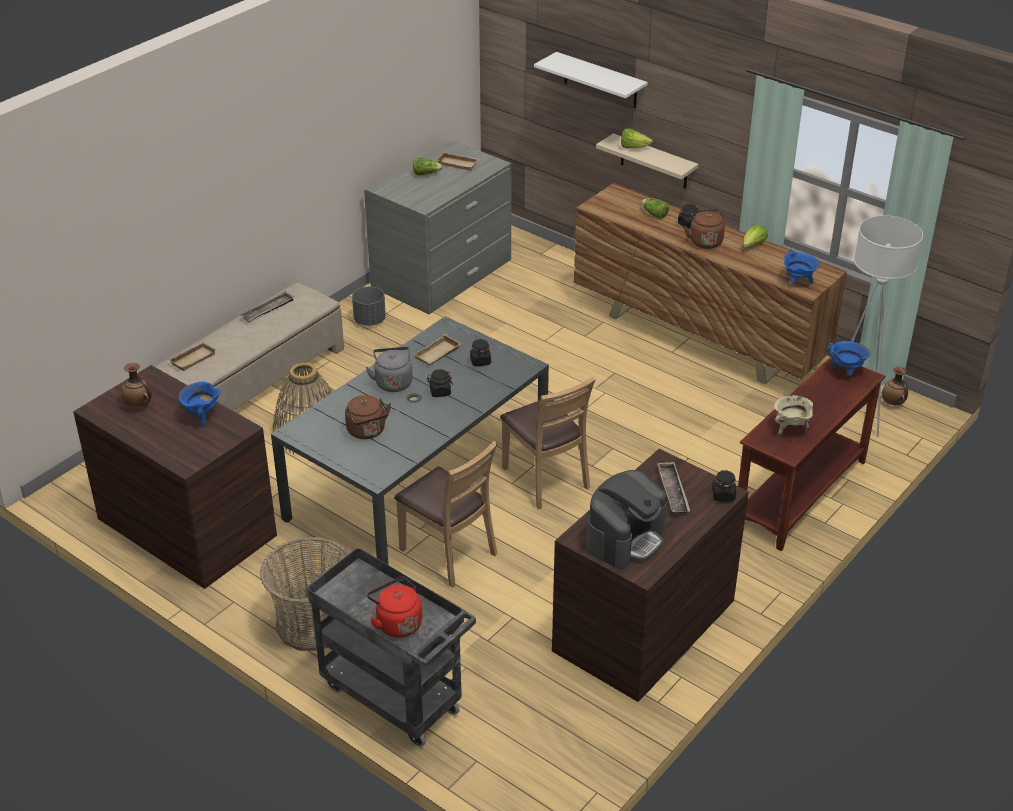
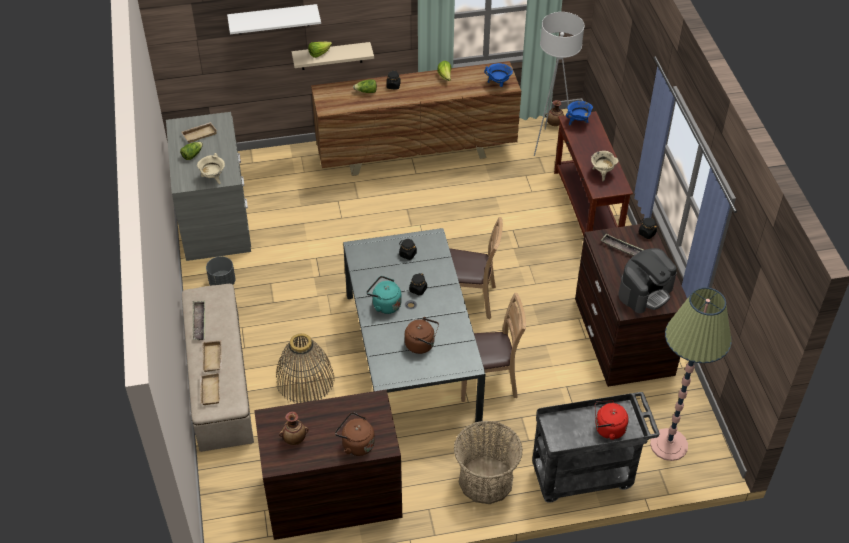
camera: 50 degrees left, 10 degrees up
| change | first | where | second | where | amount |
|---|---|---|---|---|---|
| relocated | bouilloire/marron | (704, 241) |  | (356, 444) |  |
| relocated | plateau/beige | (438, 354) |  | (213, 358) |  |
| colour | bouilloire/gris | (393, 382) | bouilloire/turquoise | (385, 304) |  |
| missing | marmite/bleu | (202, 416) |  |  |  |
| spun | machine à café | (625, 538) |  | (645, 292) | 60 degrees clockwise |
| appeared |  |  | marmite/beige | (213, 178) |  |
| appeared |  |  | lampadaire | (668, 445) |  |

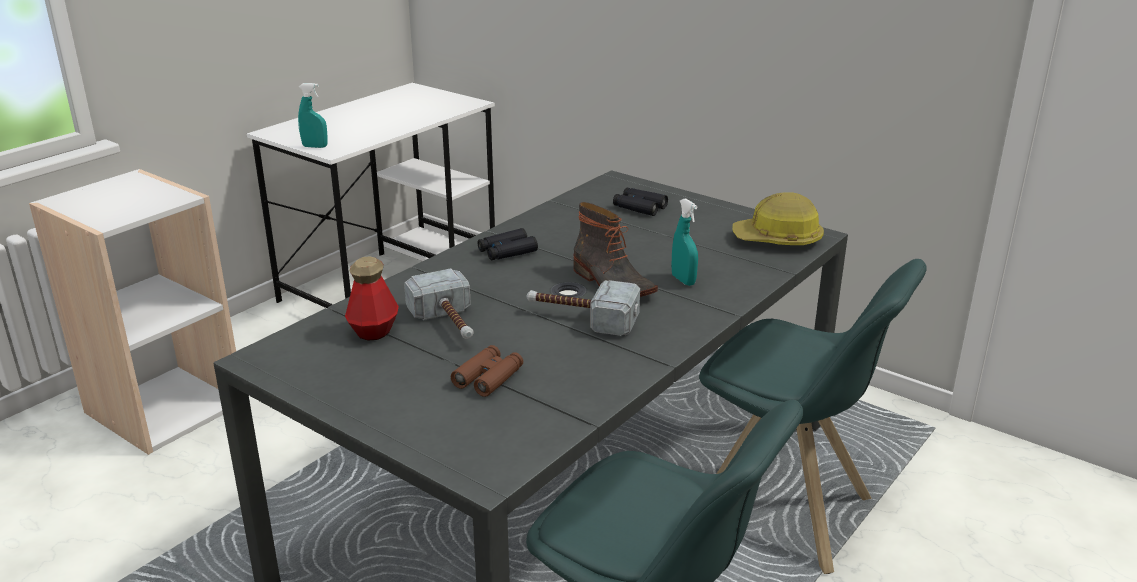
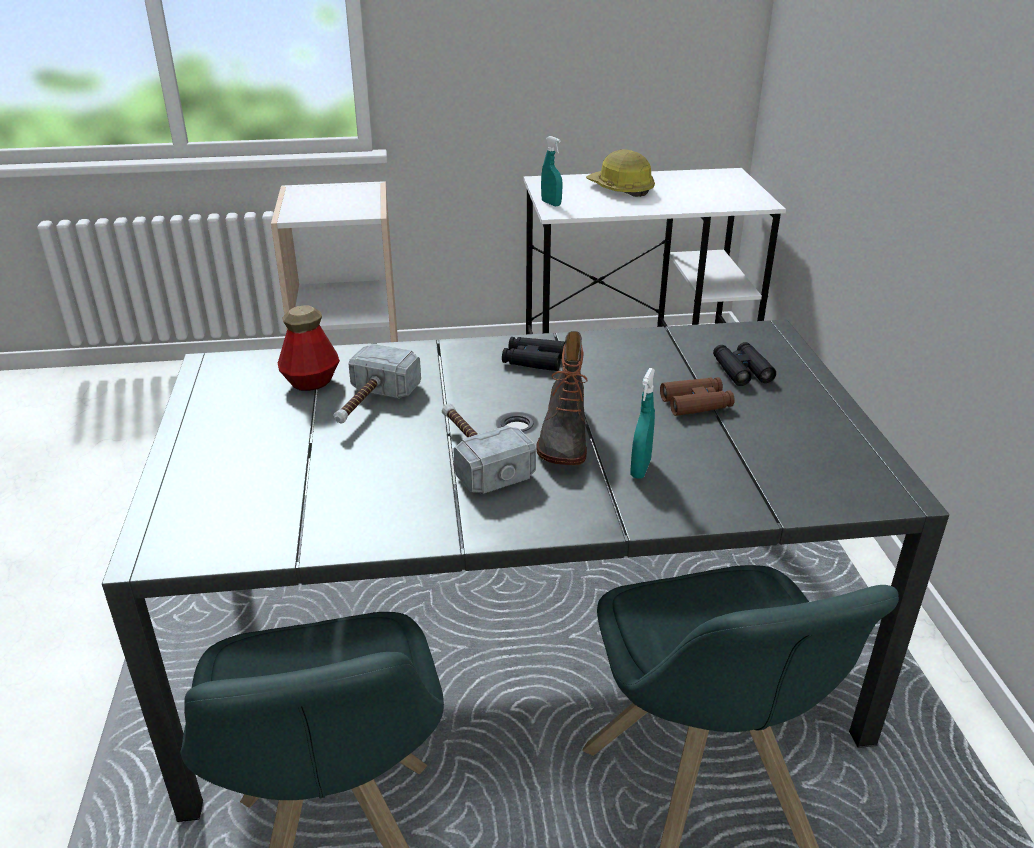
camera: 45 degrees right, 5 degrees up
| change | first | where | second | where | amount |
|---|---|---|---|---|---|
| relocated | casque de chantier | (778, 239) |  | (620, 189) |  |
| relocated | jumelles/marron | (488, 377) |  | (696, 403) |  |

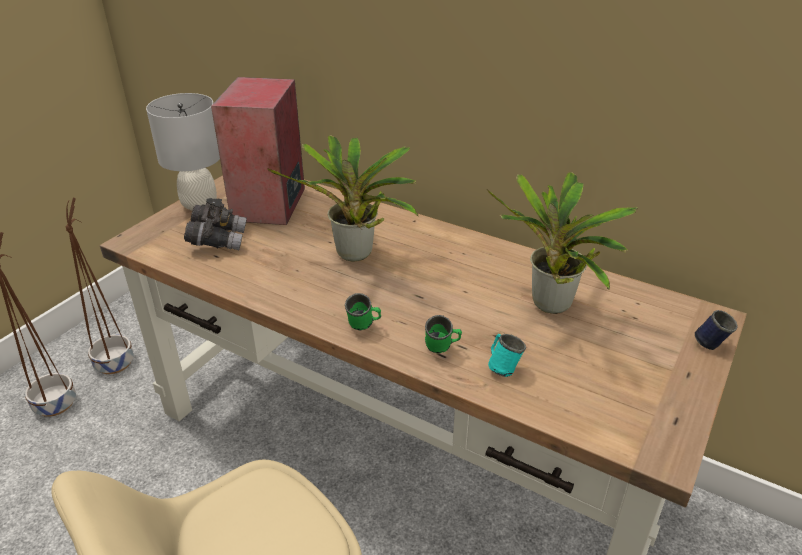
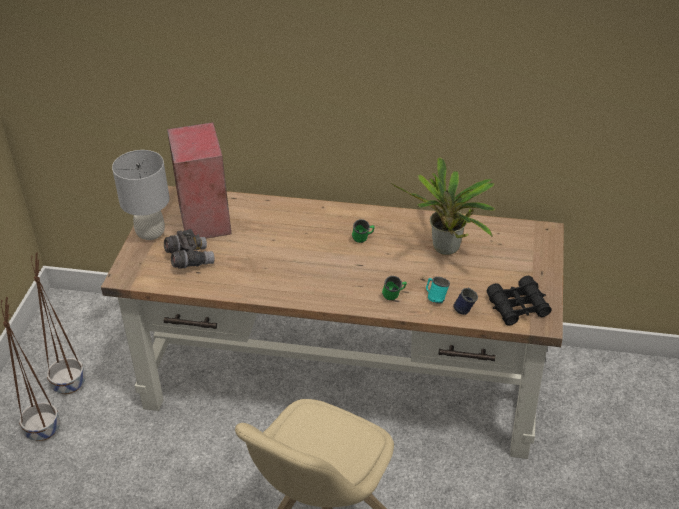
camera: 20 degrees left, 5 degrees up
| change | first | where | second | where | amount |
|---|---|---|---|---|---|
| missing | plante en pot | (356, 256) |  |  |  |
| relocated | mug/vert | (364, 327) |  | (363, 240) |  |
| relocated | mug/bleu | (711, 342) |  | (465, 308) |  |
| appeared |  |  | jumelles/noir | (518, 307) |  |

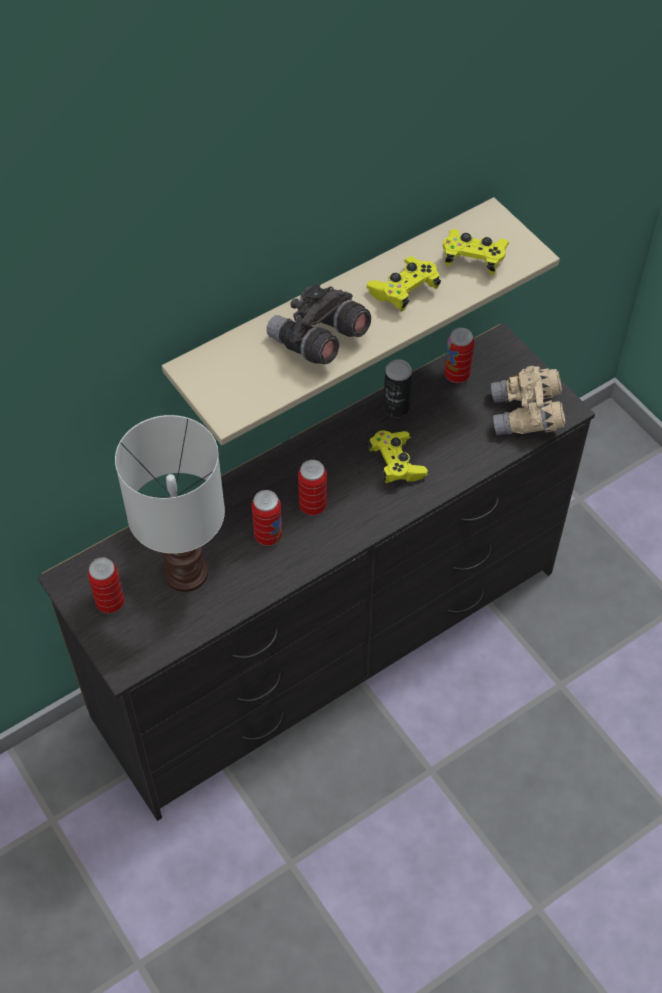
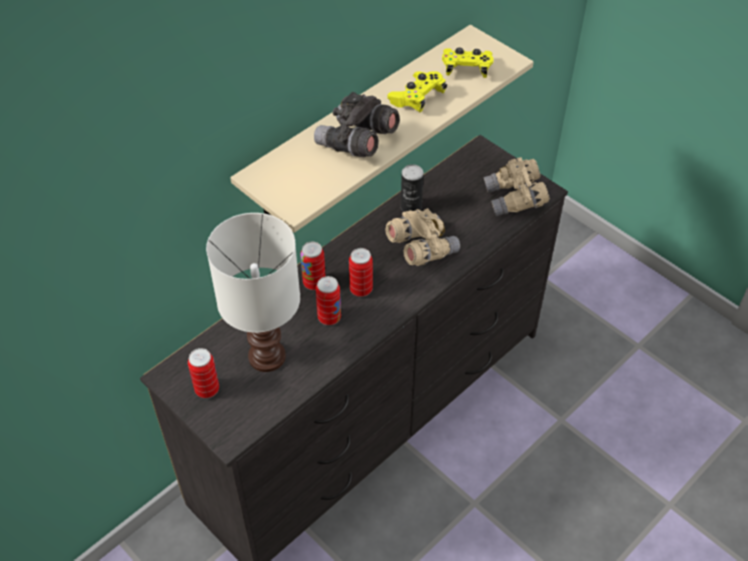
camera: 10 degrees left, 5 degrees down
| change | first | where | second | where | amount |
|---|---|---|---|---|---|
| relocated | boîte métallique | (457, 375) |  | (314, 283) |  |
| exchanged | manette/jaune | (396, 464) | jumelles/beige | (421, 248) |  |

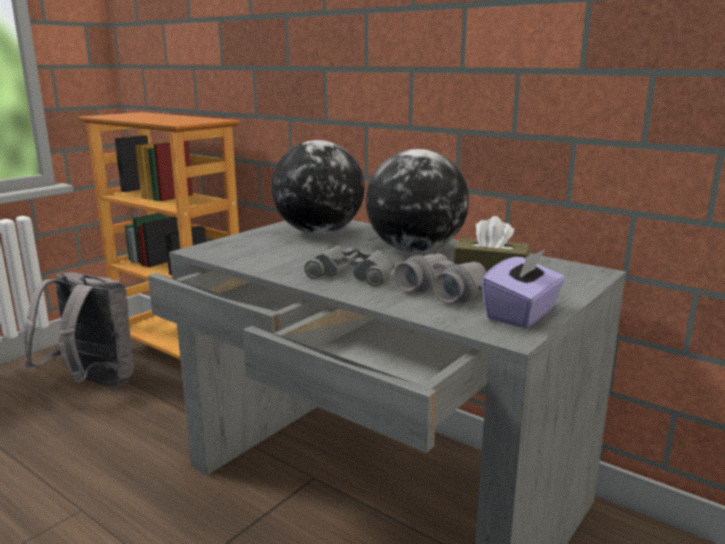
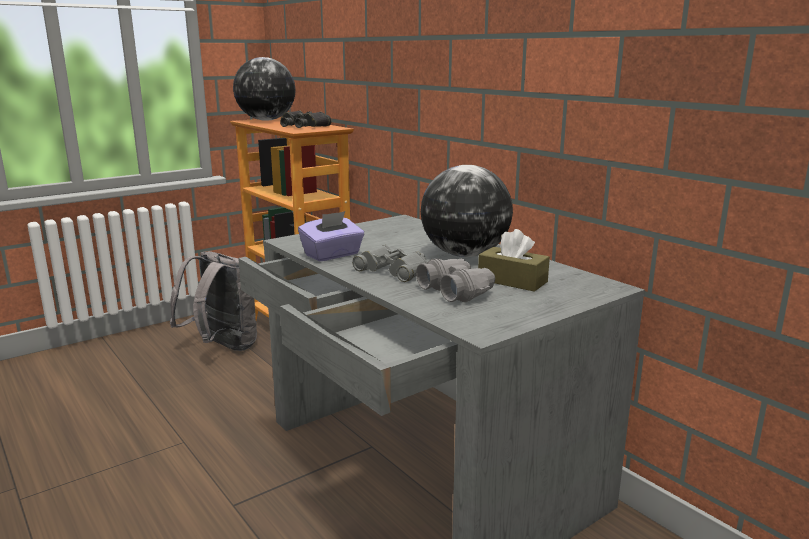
camera: 15 degrees right, 0 degrees up
| change | first | where | second | where | amount |
|---|---|---|---|---|---|
| relocated | globe | (319, 232) |  | (266, 120) |  |
| relocated | boîte à mouchoirs/violet | (522, 314) |  | (332, 255) |  |
| appeared |  |  | jumelles/noir | (303, 126) |  |

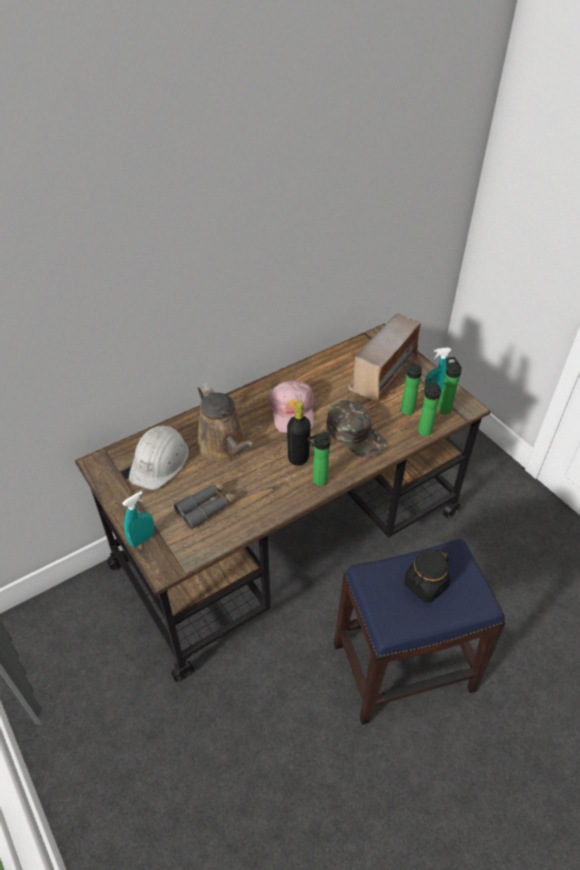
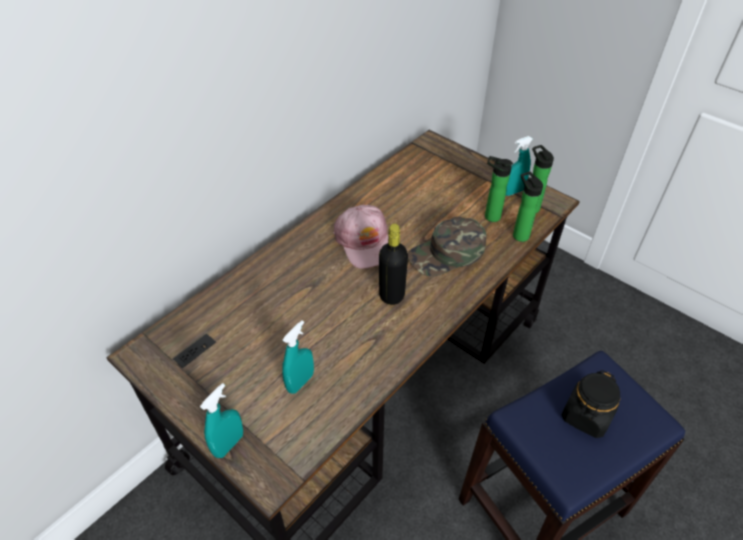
camera: 15 degrees left, 0 degrees up
| change | first | where | second | where | amount |
|---|---|---|---|---|---|
| missing | radio | (384, 374) |  |  |  |
| missing | arrosoir/marron | (224, 445) |  |  |  |
| spun | casquette/vert | (356, 434) |  | (447, 254) | 120 degrees clockwise |
| missing | casque de chantier/blanc | (160, 461) |  |  |  |
| missing | bouteille | (317, 481) |  |  |  |
| exchanged | jumelles/gris | (206, 508) | vaporisateur/turquoise | (300, 382) |  |

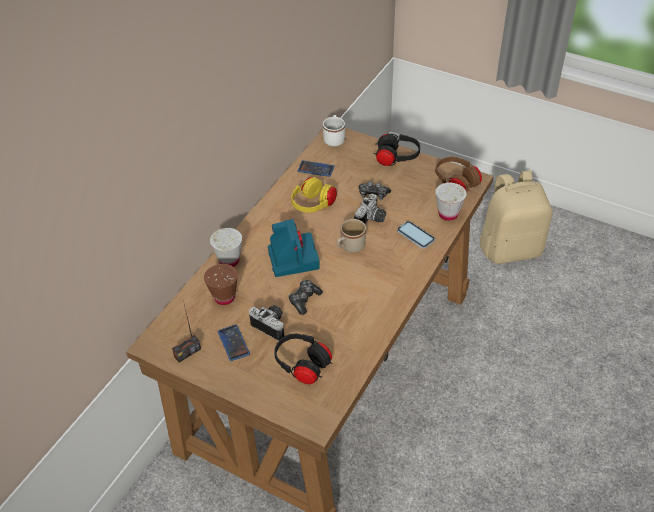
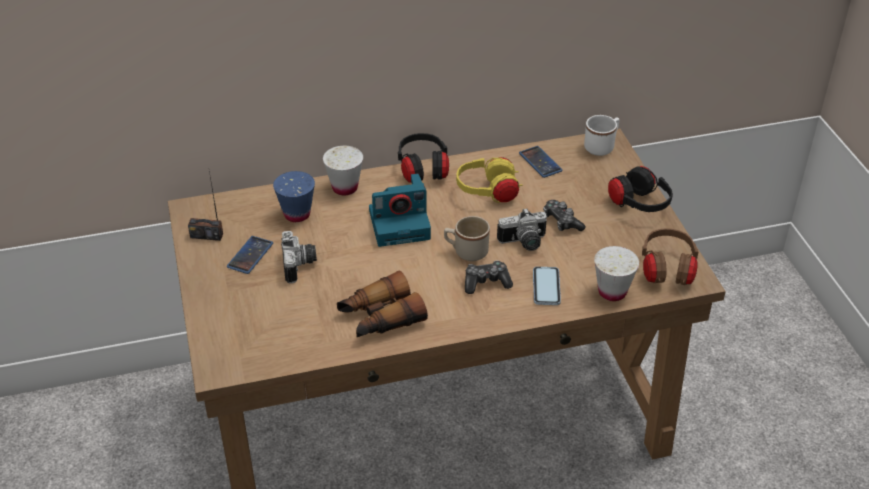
camera: 45 degrees right, 5 degrees down
| change | first | where | second | where | amount |
|---|---|---|---|---|---|
| missing | sac à dos/beige | (510, 248) |  |  |  |
| spun | appareil photo | (292, 257) |  | (400, 223) | 45 degrees clockwise |
| colour | tasse/marron | (224, 297) | tasse/bleu | (297, 214) |  |
| relocated | manette | (304, 300) |  | (486, 282) |  |
| relocated | casque audio/noir | (303, 366) |  | (423, 171) |  |
| appeared |  |  | jumelles | (380, 317) |  |

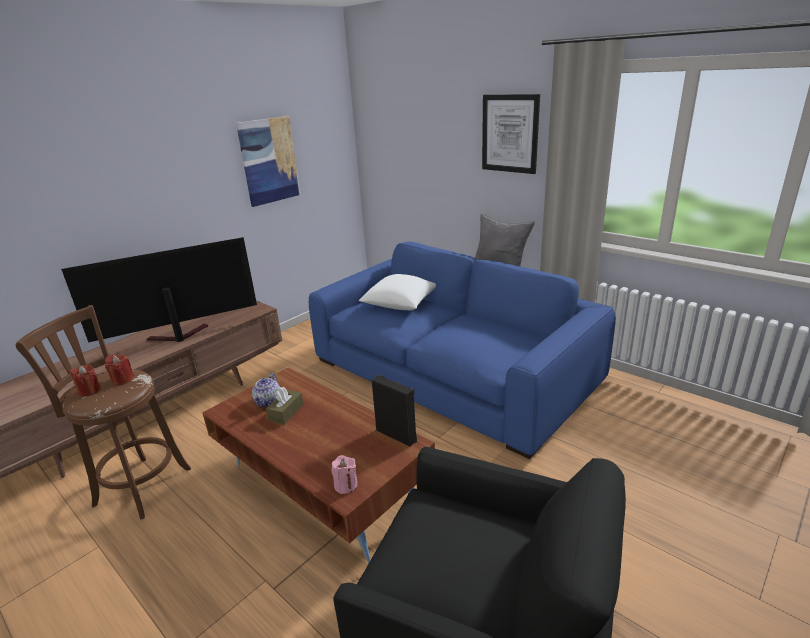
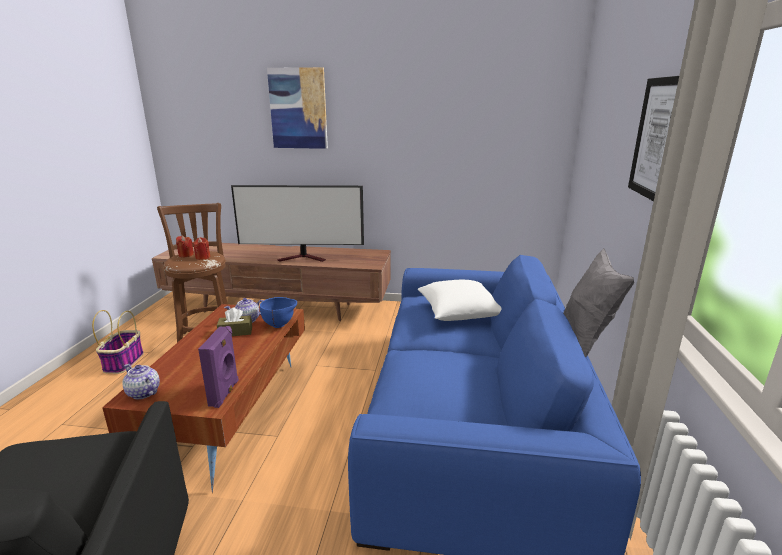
camera: 55 degrees right, 5 degrees down
| change | first | where | second | where | amount |
|---|---|---|---|---|---|
| relocated | tableau | (269, 161) |  | (298, 108) |  |
| spun | téléviseur | (177, 337) |  | (304, 258) | 150 degrees clockwise |
| colour | enceinte/noir | (397, 435) | enceinte/violet | (225, 393) |  |
| exchanged | bougie/rose | (346, 485) | théière | (143, 393) |  |
| appeared |  |  | bol/bleu | (280, 325) |  |
| appeared |  |  | panier | (124, 362) |  |

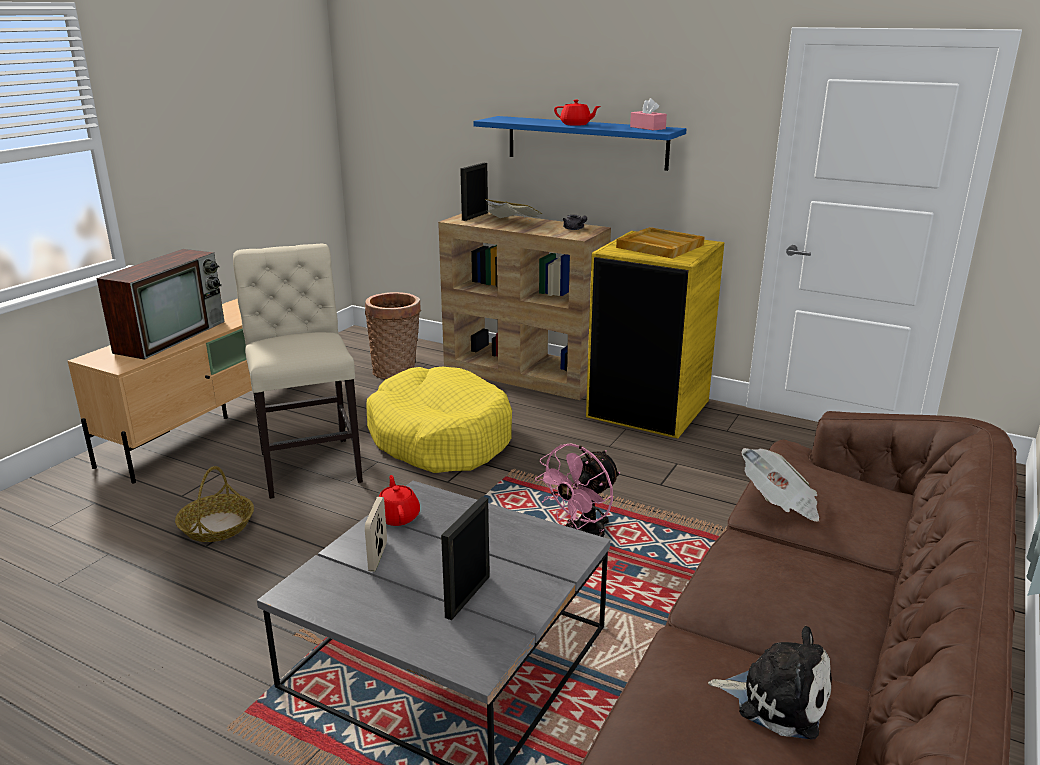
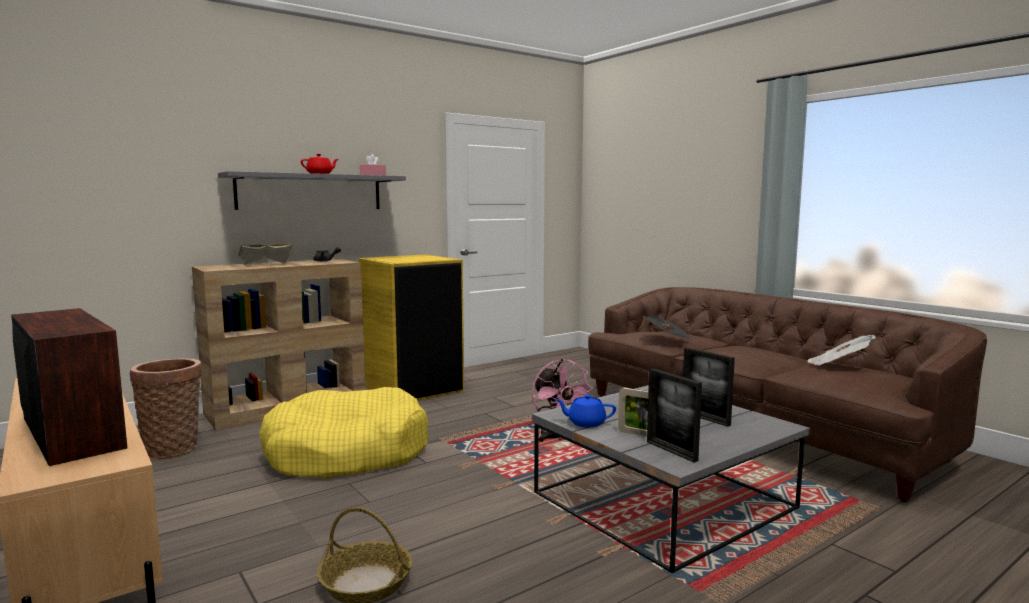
camera: 65 degrees left, 15 degrees down
| change | first | where | second | where | amount |
|---|---|---|---|---|---|
| colour | étagère/bleu | (586, 142) | étagère/gris | (310, 192) |  |
| relocated | cadre photo | (475, 216) |  | (671, 451) |  |
| missing | plateau/beige | (659, 246) |  |  |  |
| missing | tabouret/beige | (310, 463) |  |  |  |
| colour | théière/rouge | (398, 516) | théière/bleu | (586, 423) |  |
| exchanged | peluche | (777, 699) | journal | (838, 365) |  |

